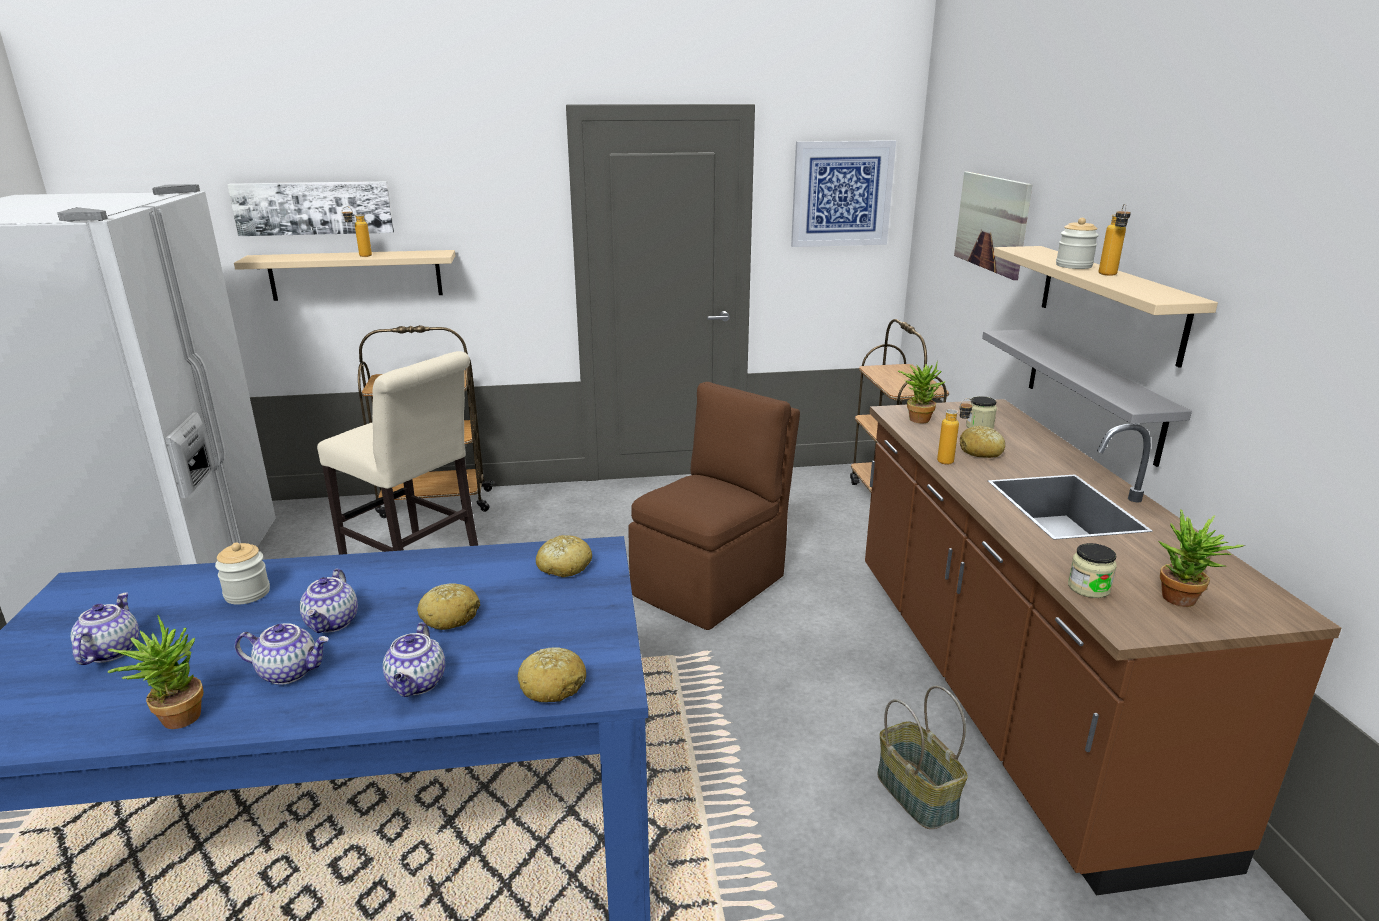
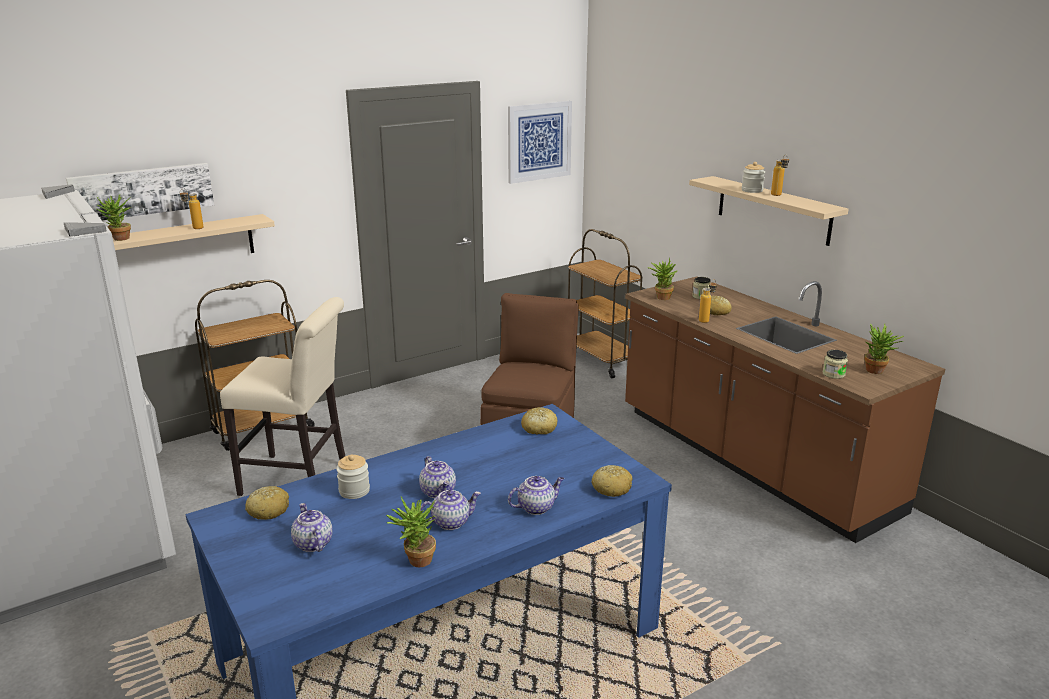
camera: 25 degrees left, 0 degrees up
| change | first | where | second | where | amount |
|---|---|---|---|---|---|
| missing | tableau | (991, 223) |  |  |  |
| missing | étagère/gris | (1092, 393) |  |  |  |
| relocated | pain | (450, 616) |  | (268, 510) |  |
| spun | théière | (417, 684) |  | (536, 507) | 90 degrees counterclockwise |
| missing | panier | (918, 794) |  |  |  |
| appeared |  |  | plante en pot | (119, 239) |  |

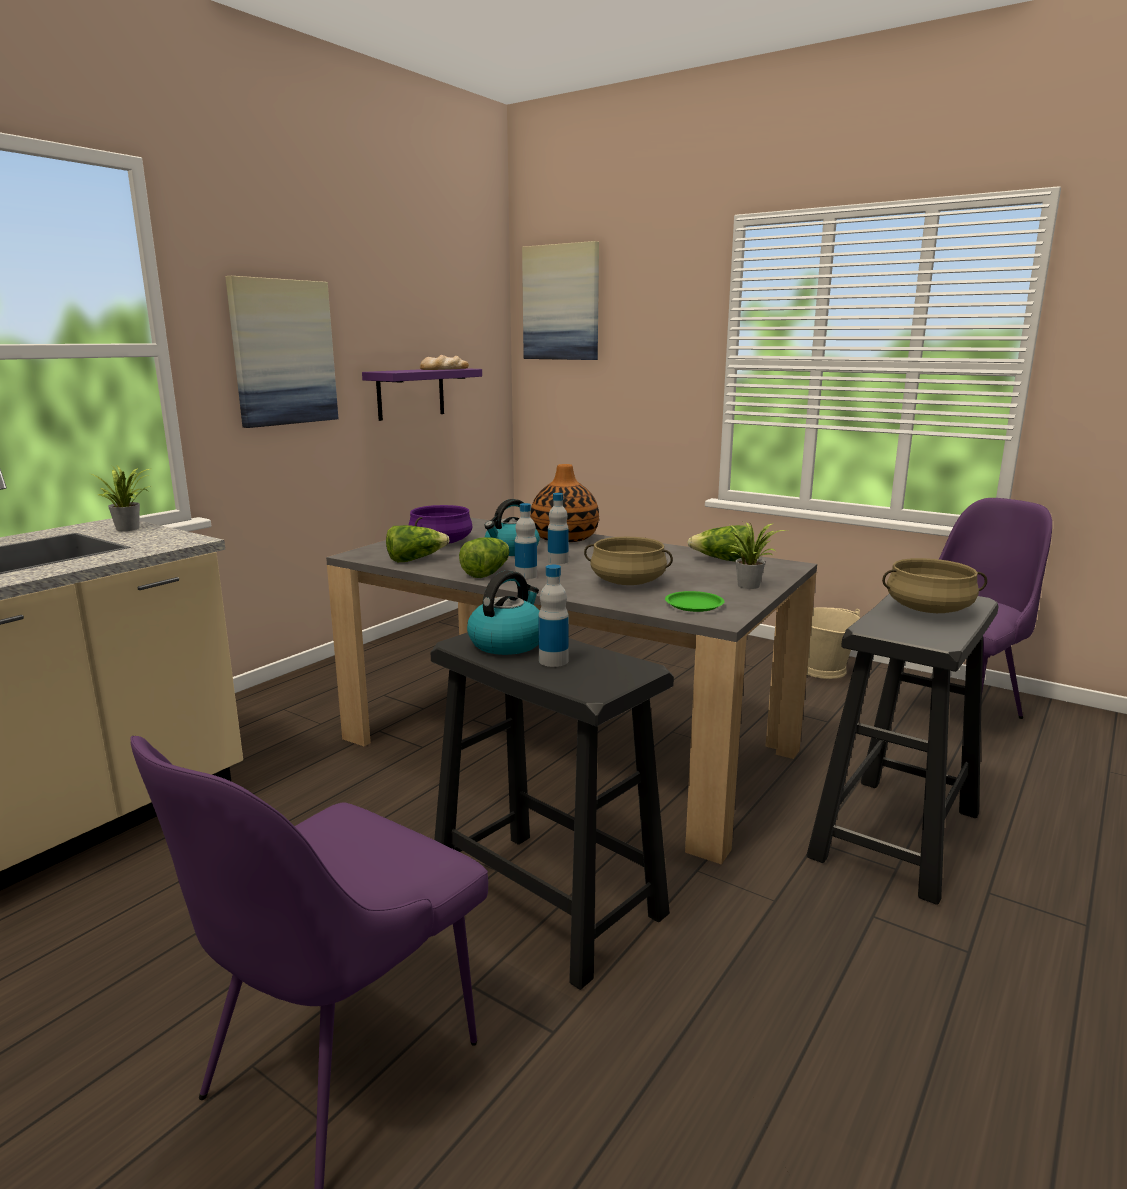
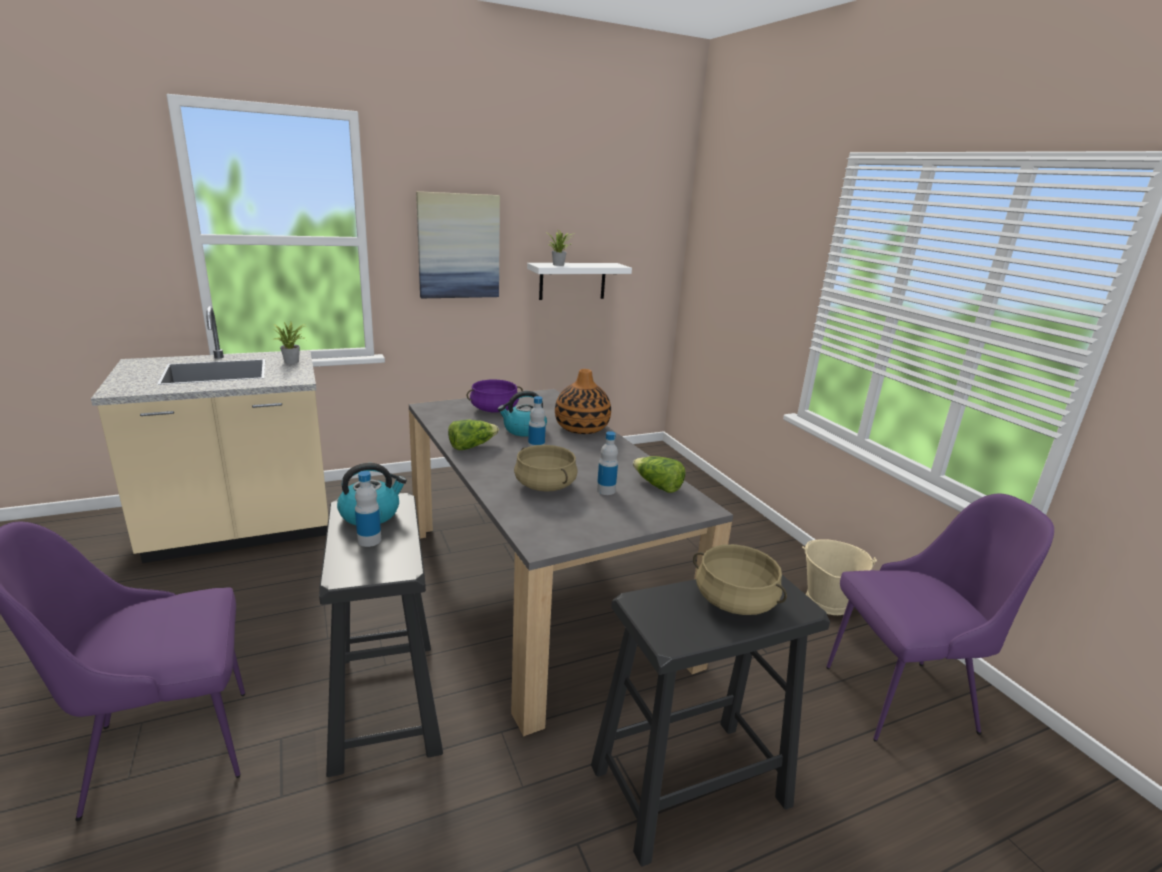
camera: 30 degrees right, 5 degrees up
| change | first | where | second | where | amount |
|---|---|---|---|---|---|
| missing | tableau | (561, 303) |  |  |  |
| missing | pain | (444, 369) |  |  |  |
| colour | étagère/violet | (410, 393) | étagère/blanc | (572, 281) |  |
| relocated | bouteille | (526, 576) |  | (606, 490) |  |
| relocated | plante en pot | (748, 585) |  | (559, 265) |  |
| missing | laitue | (415, 559) |  |  |  |
| missing | assiette/vert | (694, 605) |  |  |  |

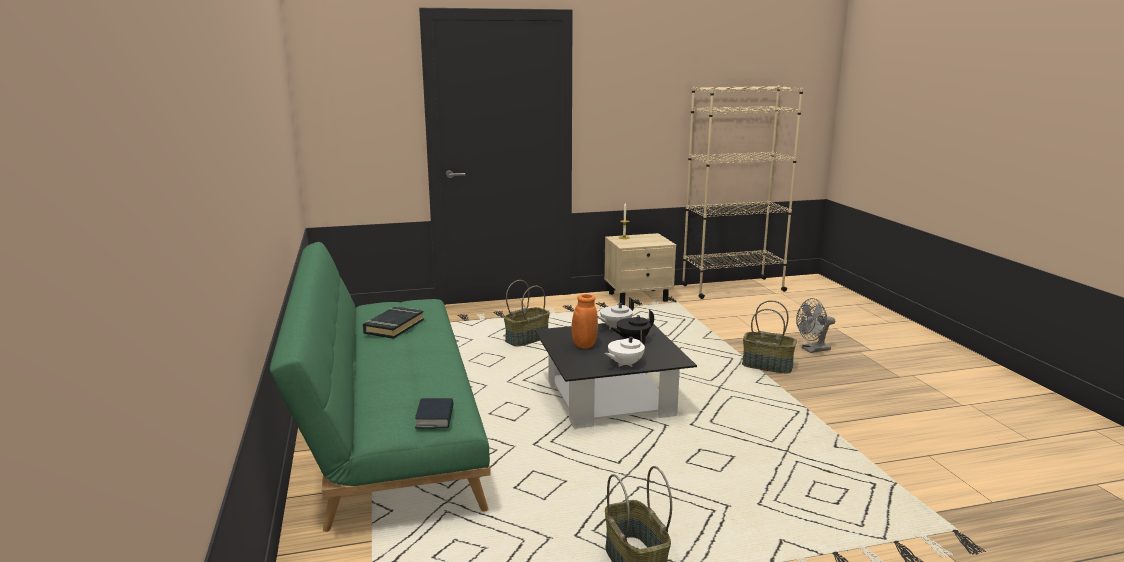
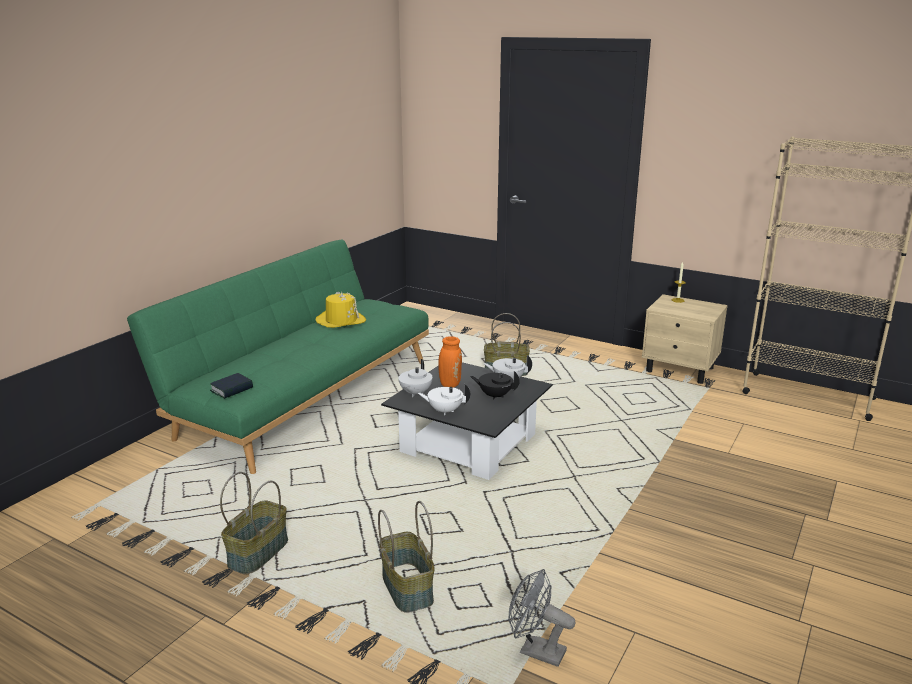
camera: 45 degrees right, 5 degrees up
| change | first | where | second | where | amount |
|---|---|---|---|---|---|
| relocated | ventilateur/gris | (812, 350) |  | (535, 650) |  |
| relocated | panier | (767, 365) |  | (408, 588) |  |
| exchanged | livre/noir | (394, 326) | chapeau/jaune | (340, 320) |  |
| appeared |  |  | théière/blanc | (415, 393) |  |

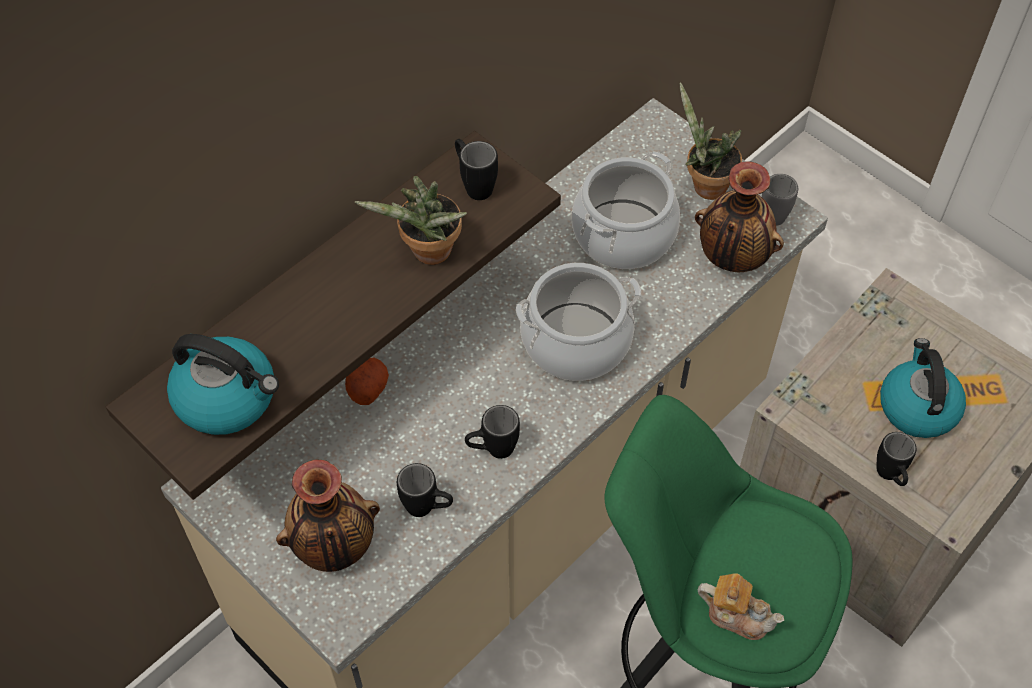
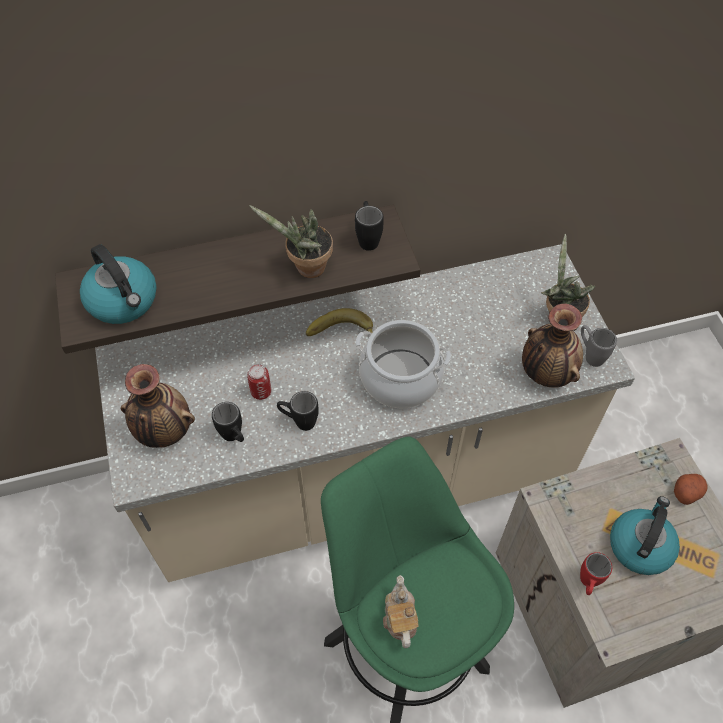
camera: 30 degrees right, 0 degrees up
| change | first | where | second | where | amount |
|---|---|---|---|---|---|
| missing | marmite | (624, 234) |  |  |  |
| relocated | pomme de terre | (367, 387) |  | (686, 492) |  |
| colour | mug/noir | (890, 477) | mug/rouge | (587, 584) |  |
| spun | théière | (737, 615) |  | (400, 618) | 150 degrees counterclockwise |
| appeared |  |  | banane | (340, 333) |  |
| appeared |  |  | boîte métallique | (261, 392) |  |

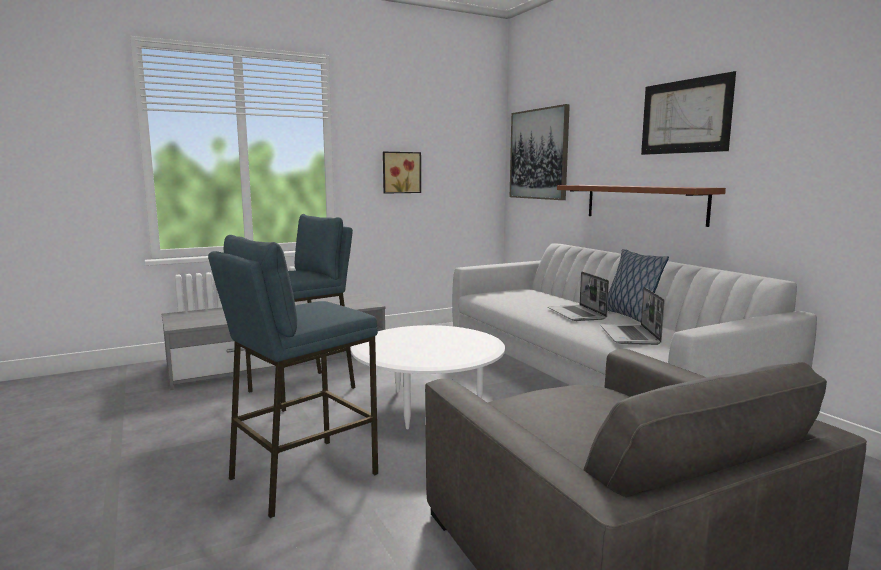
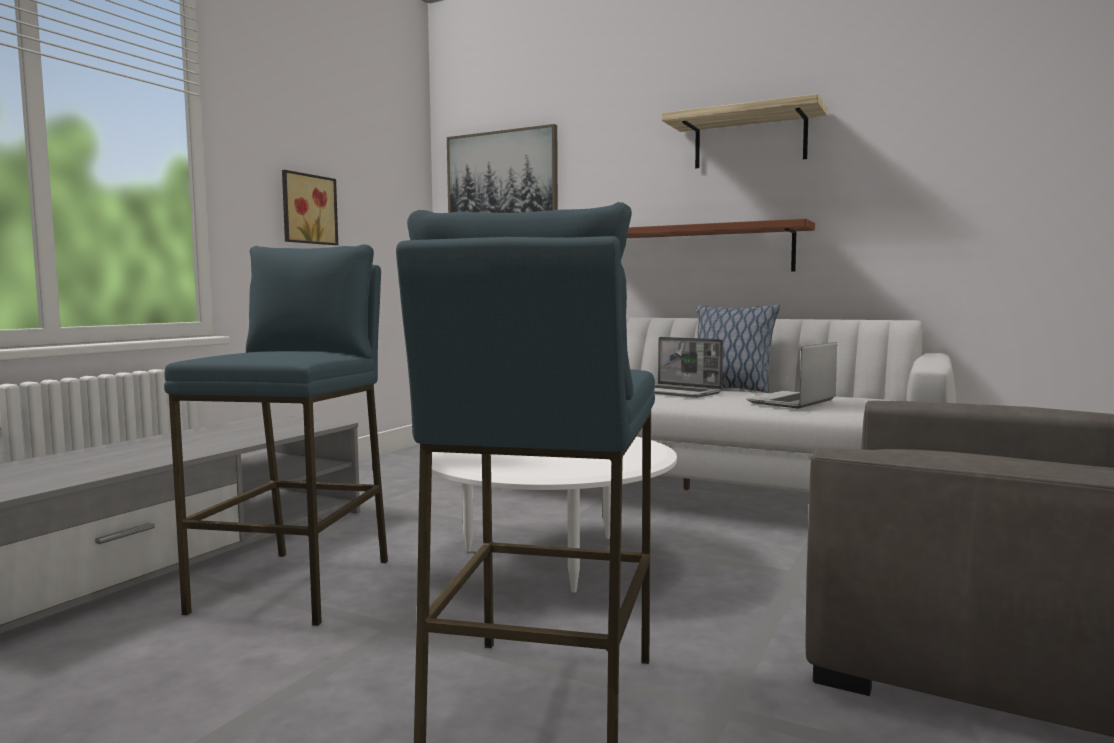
camera: 35 degrees left, 5 degrees down
| change | first | where | second | where | amount |
|---|---|---|---|---|---|
| exchanged | tableau | (685, 116) | étagère | (750, 140) |  |
| spun | ordinateur portable | (630, 336) |  | (792, 402) | 75 degrees clockwise |

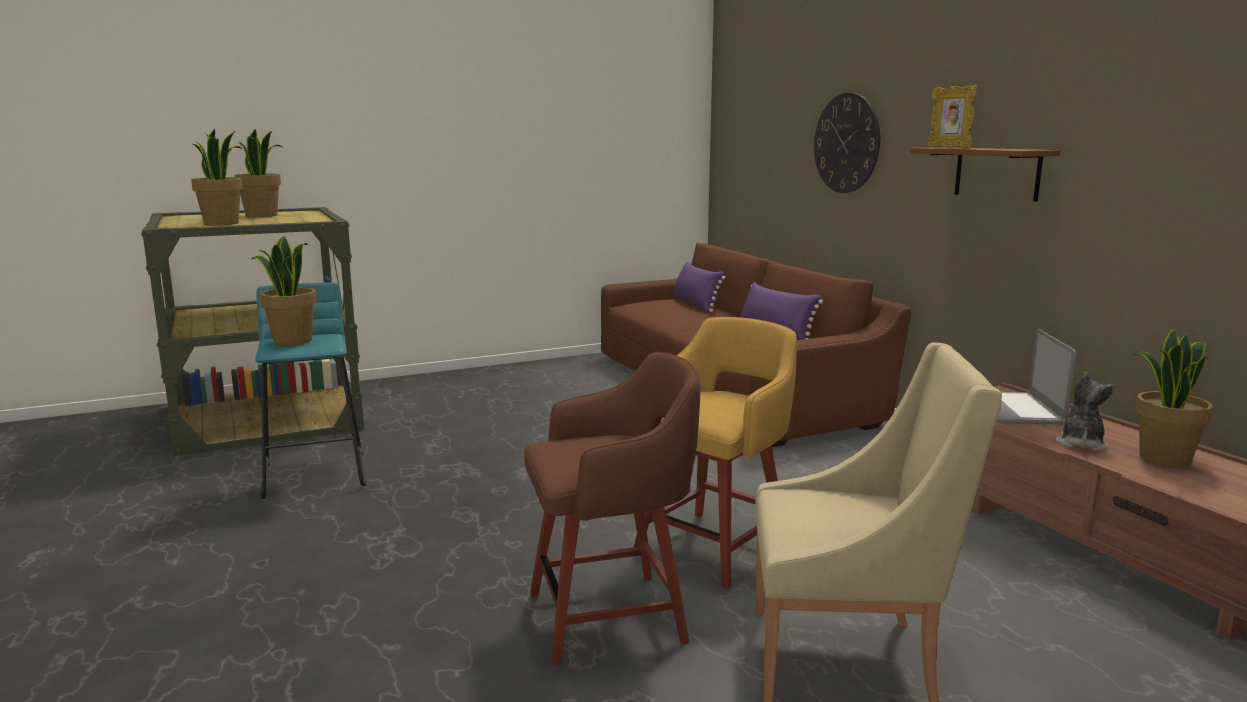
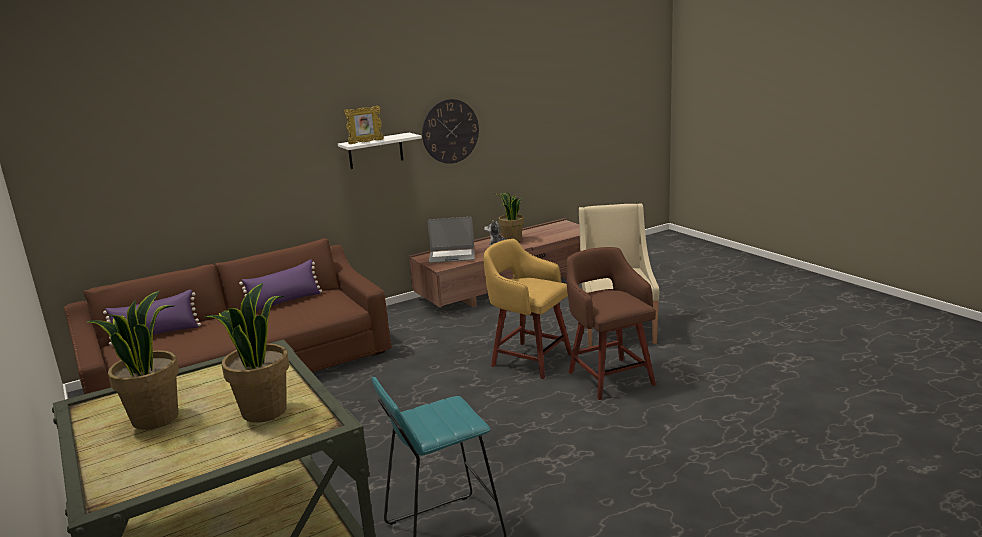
camera: 95 degrees left, 5 degrees up
| change | first | where | second | where | amount |
|---|---|---|---|---|---|
| relocated | horloge murale | (846, 143) |  | (450, 131) |  |
| colour | étagère/marron | (997, 173) | étagère/blanc | (375, 151) |  |
| missing | plante en pot | (292, 341) |  |  |  |

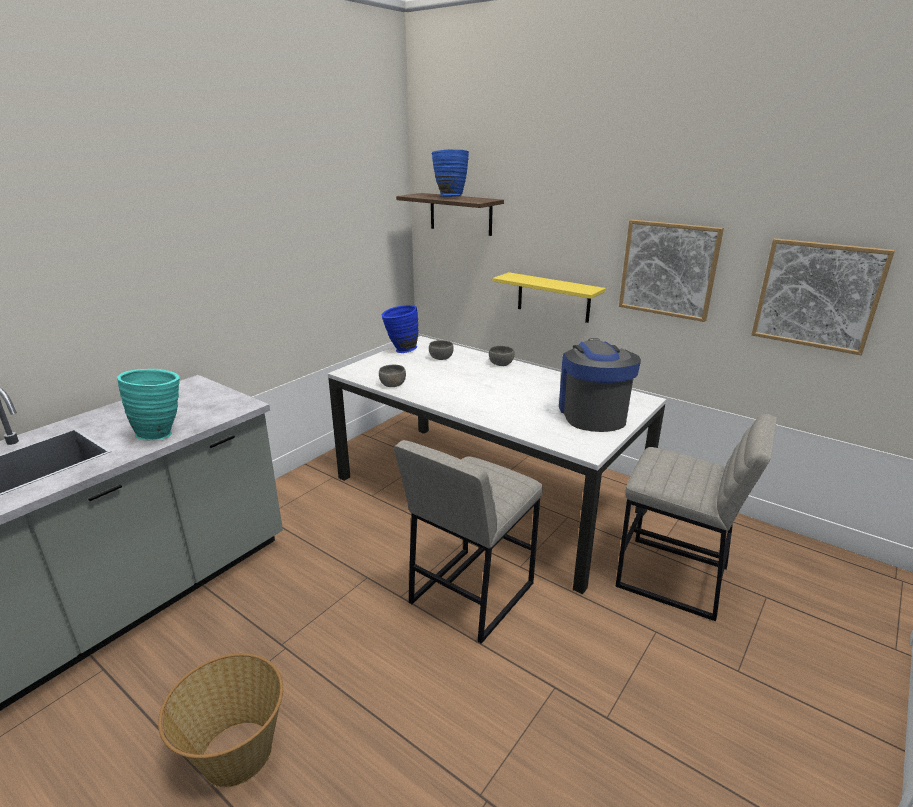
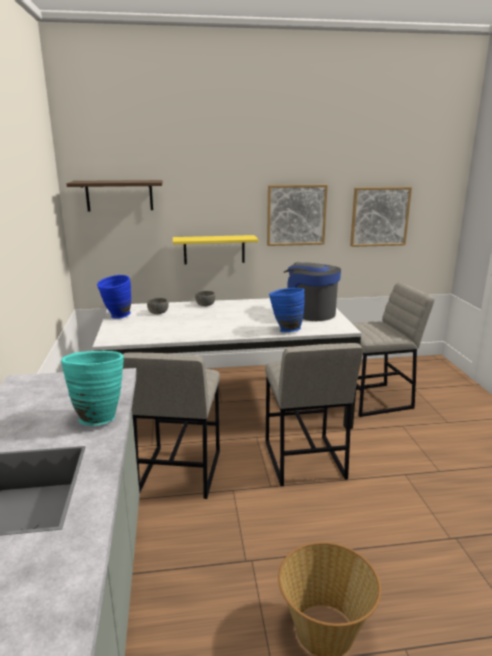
camera: 45 degrees left, 5 degrees down
| change | first | where | second | where | amount |
|---|---|---|---|---|---|
| relocated | vase/bleu | (449, 197) |  | (285, 329) |  |
| missing | bol/gris | (392, 384) |  |  |  |
| appeared |  |  | chaise/gris | (179, 473) |  |

